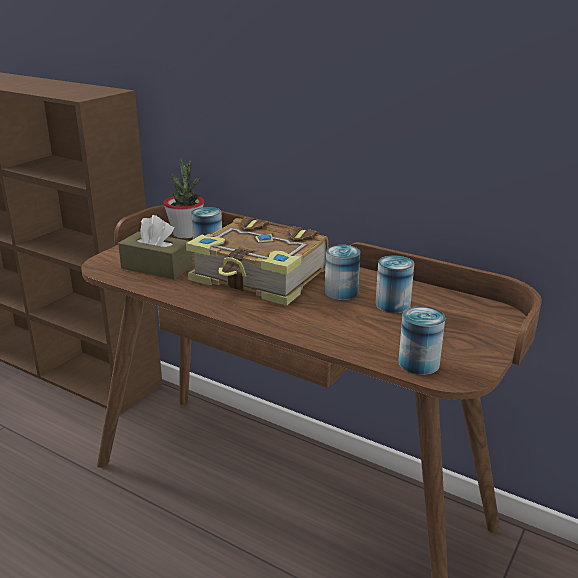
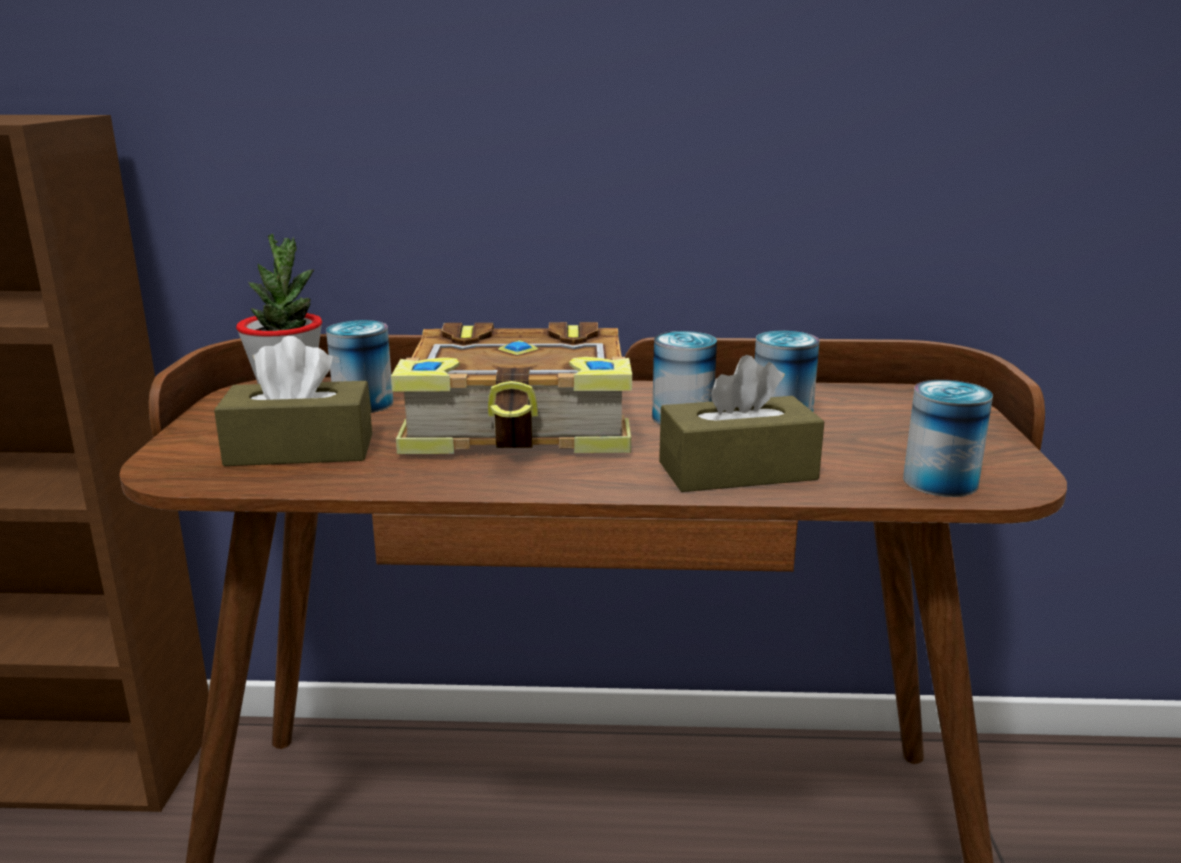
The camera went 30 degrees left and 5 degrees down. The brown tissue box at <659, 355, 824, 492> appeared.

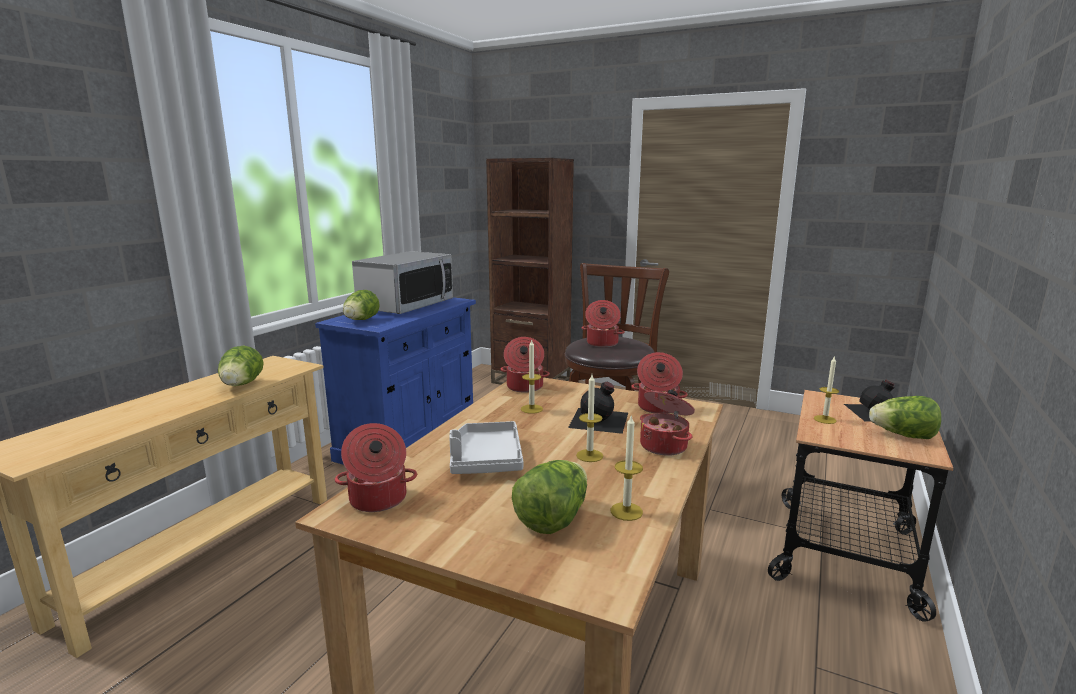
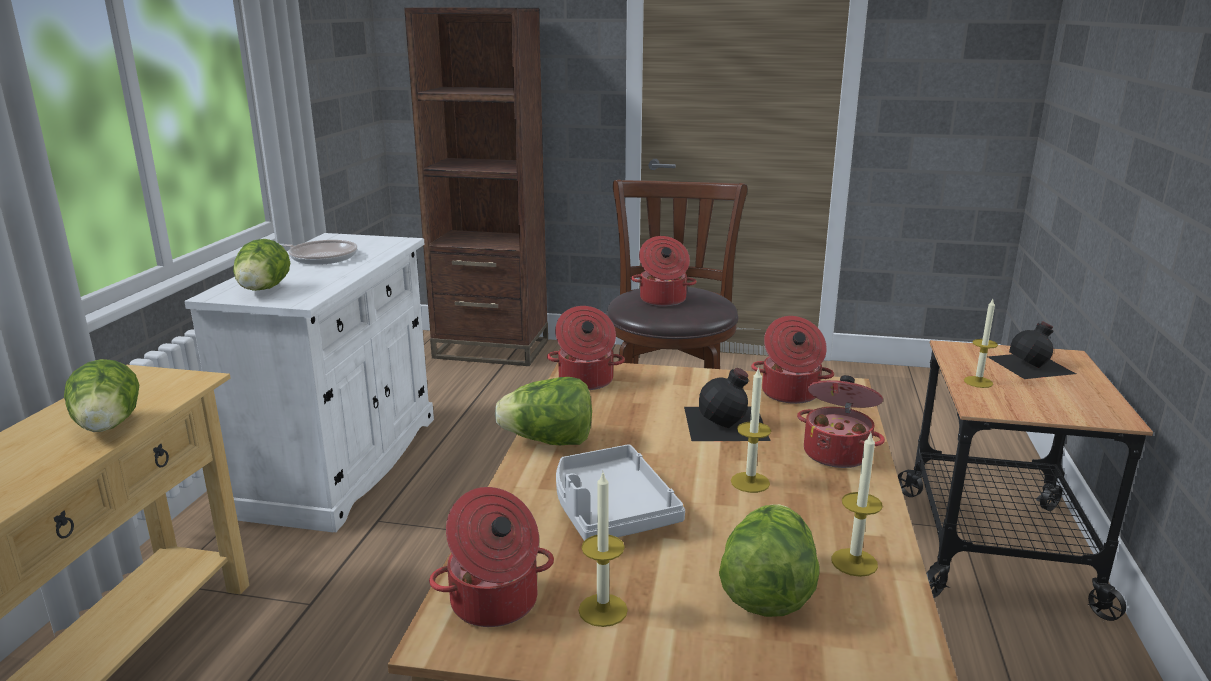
The camera went 15 degrees left and 5 degrees up. The blue cabinet at <315, 297, 476, 465> became the white cabinet at <184, 233, 434, 532>. The microwave at <352, 251, 453, 314> was replaced by the frying pan at <280, 240, 357, 265>. The candle moved from <521, 339, 543, 414> to <578, 470, 628, 627>. The lettuce moved from <869, 396, 941, 439> to <495, 377, 592, 445>.

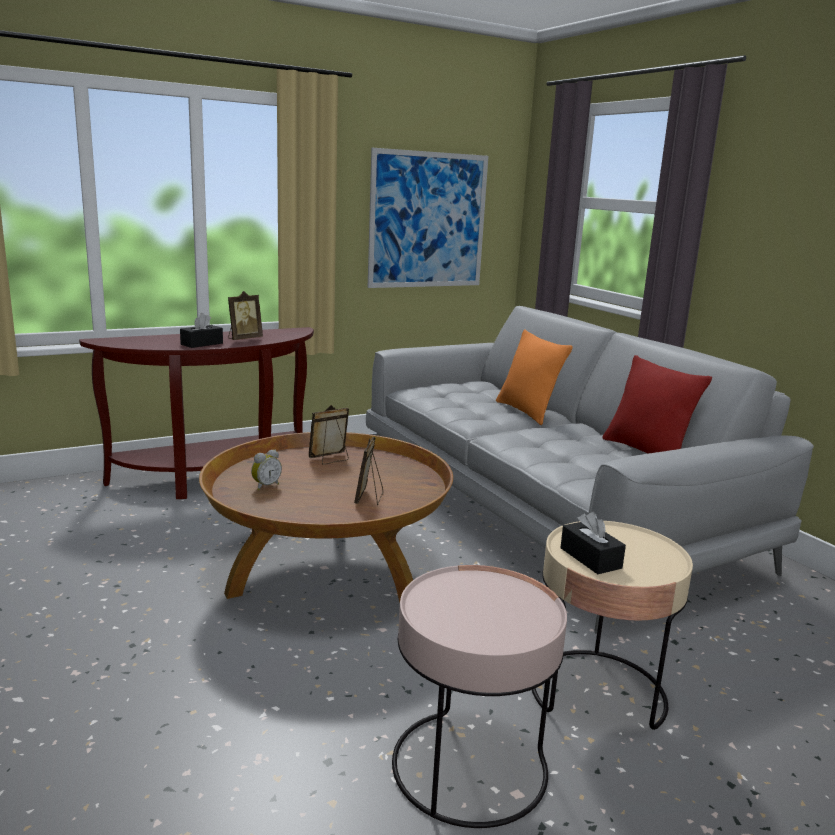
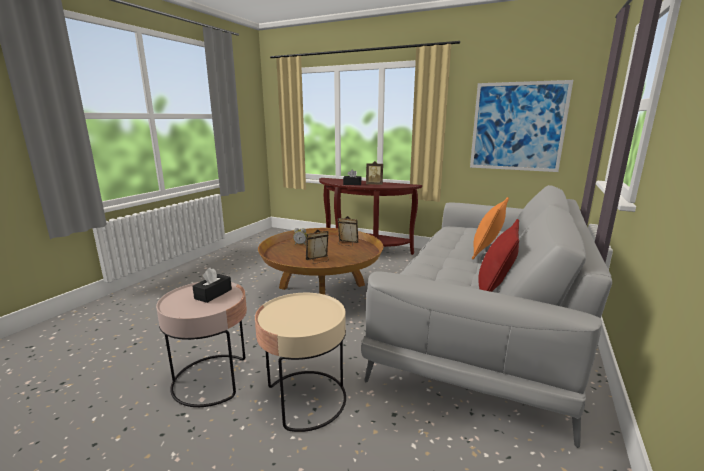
The camera went 55 degrees right and 0 degrees up. The black tissue box moved from <560, 512, 626, 574> to <192, 268, 232, 303>.

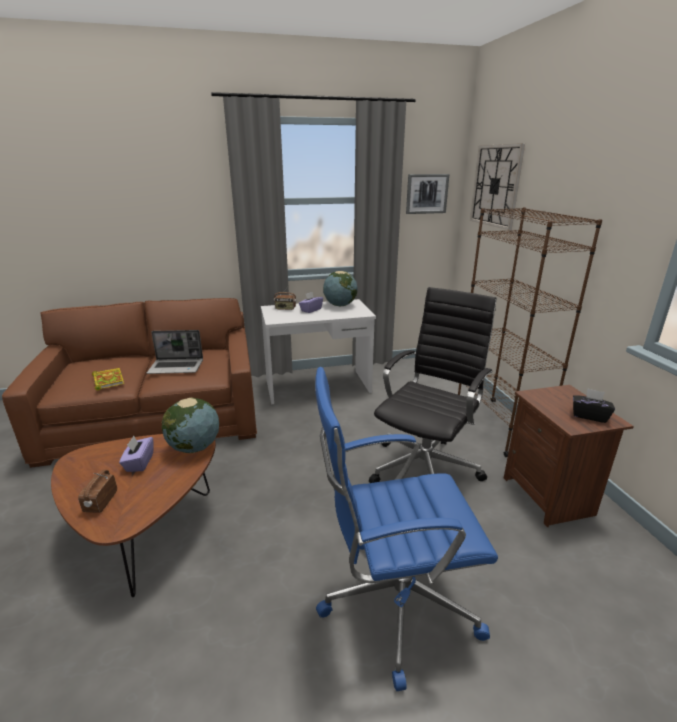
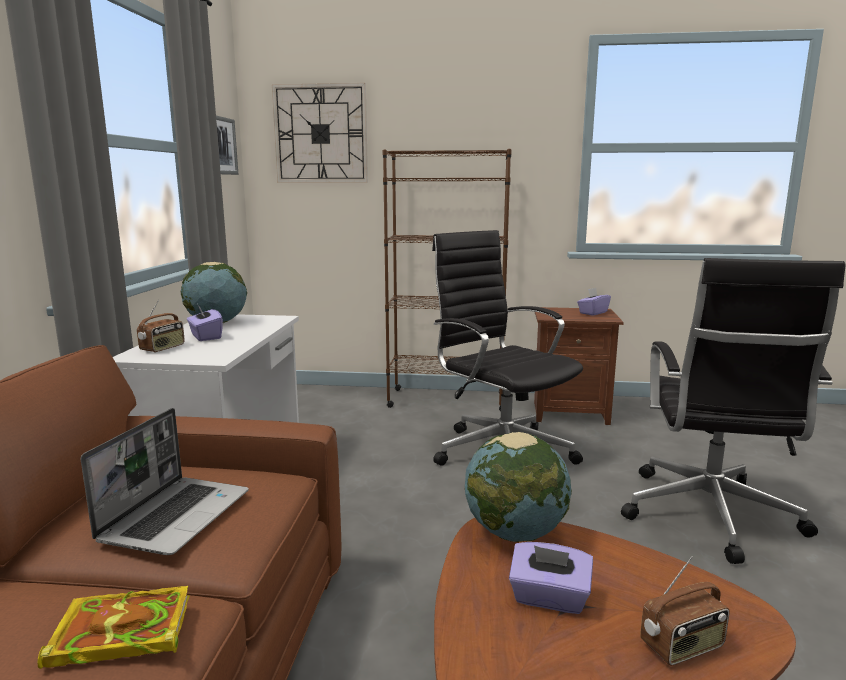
The camera went 70 degrees left and 10 degrees down. The radio at <78, 470, 117, 513> turned 45 degrees counterclockwise. The blue office chair at <315, 367, 498, 691> became the black office chair at <621, 258, 845, 564>. The black tissue box at <573, 388, 615, 423> became the purple tissue box at <577, 288, 611, 316>.

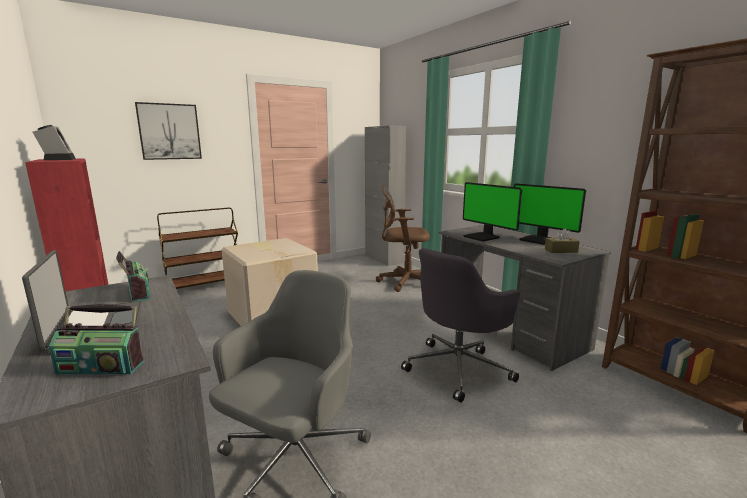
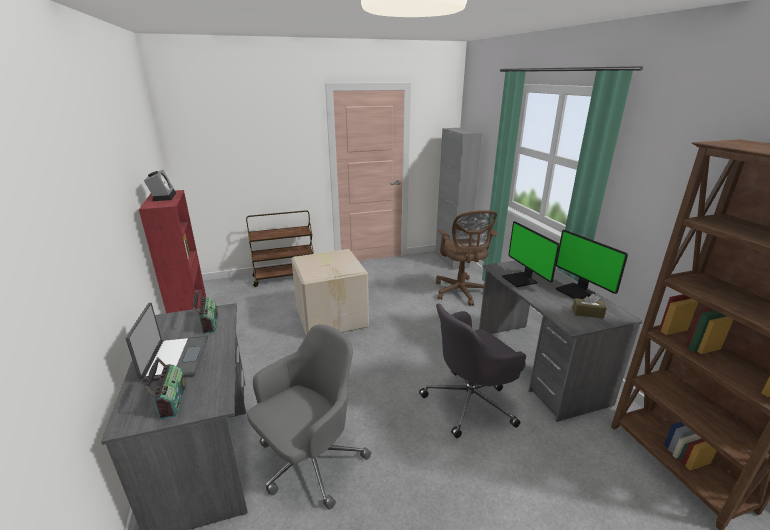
The camera went 15 degrees right and 10 degrees up. The radio at <49, 304, 144, 374> turned 120 degrees counterclockwise. The picture at <135, 102, 202, 160> disappeared. The brown office chair at <376, 186, 430, 292> turned 120 degrees counterclockwise.

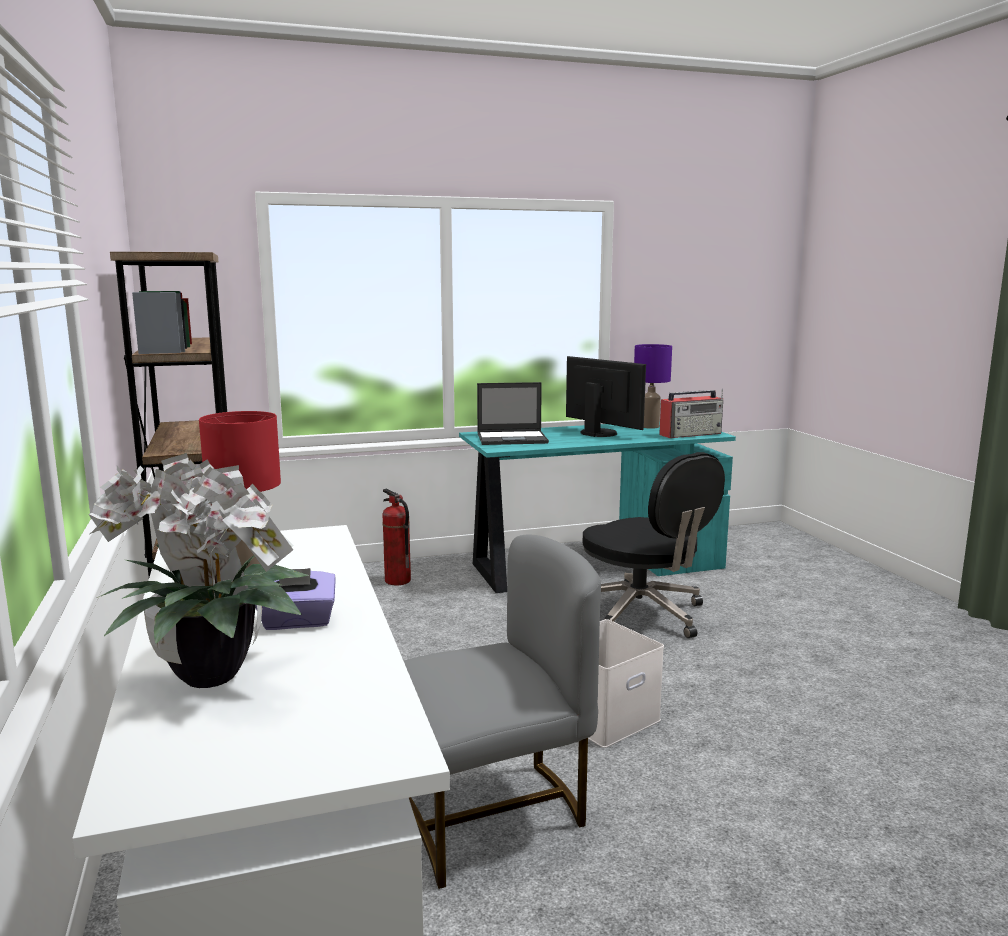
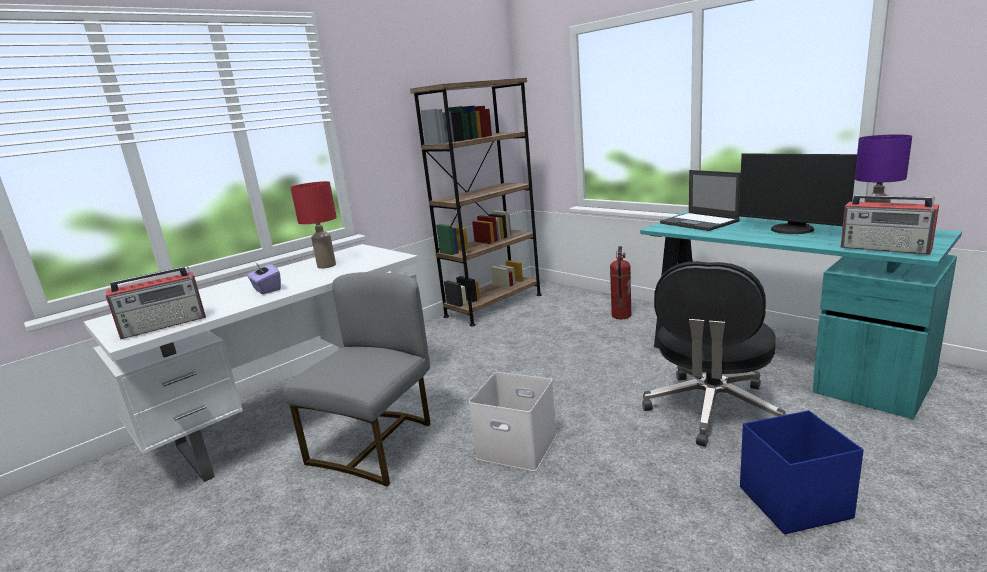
The camera went 65 degrees right and 5 degrees up. The potted plant at <88, 453, 309, 688> disappeared. The grey chair at <404, 535, 601, 889> turned 105 degrees counterclockwise. The monitor at <566, 356, 646, 437> turned 120 degrees clockwise. The radio at <106, 265, 206, 340> appeared. The blue storage box at <740, 410, 864, 534> appeared.

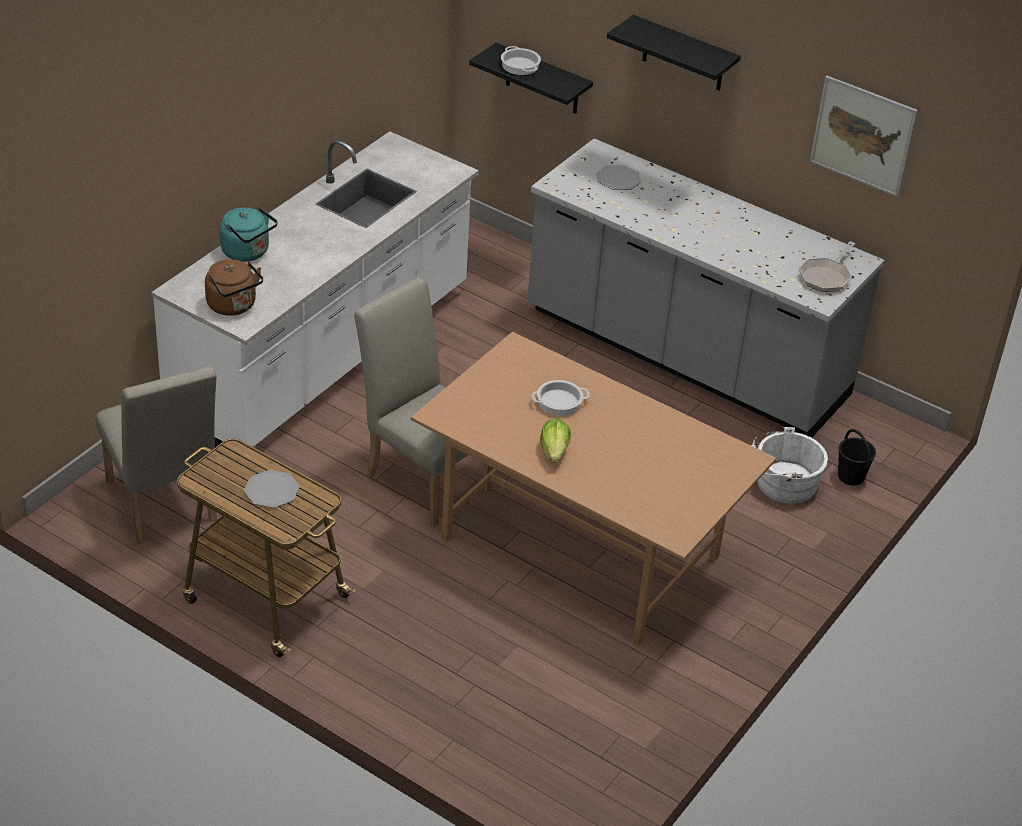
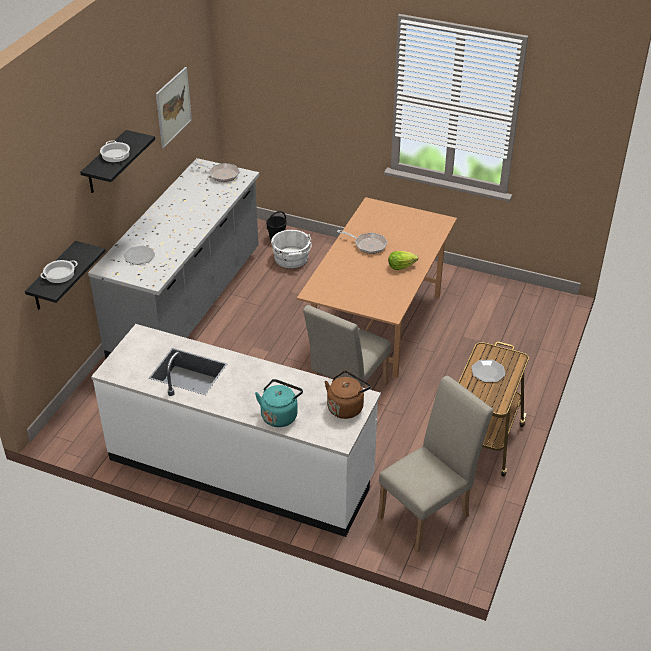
The camera went 100 degrees left and 0 degrees up. The cooking pot moved from <531, 380, 590, 416> to <100, 140, 130, 162>. The frying pan at <337, 230, 388, 254> appeared.

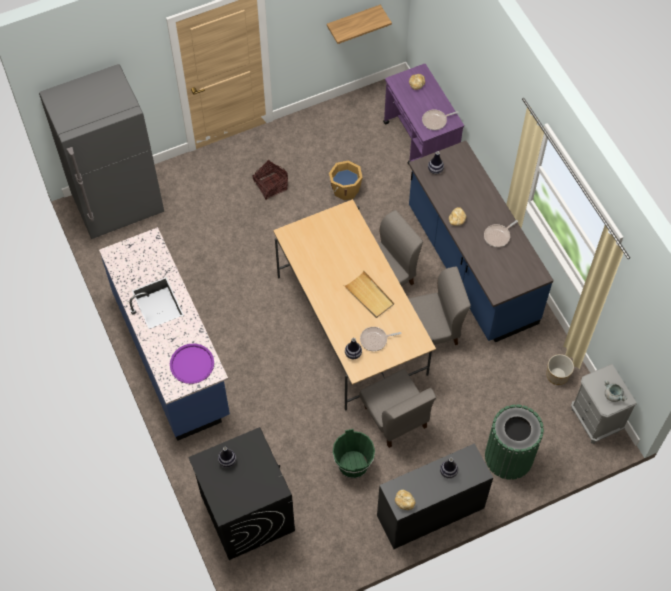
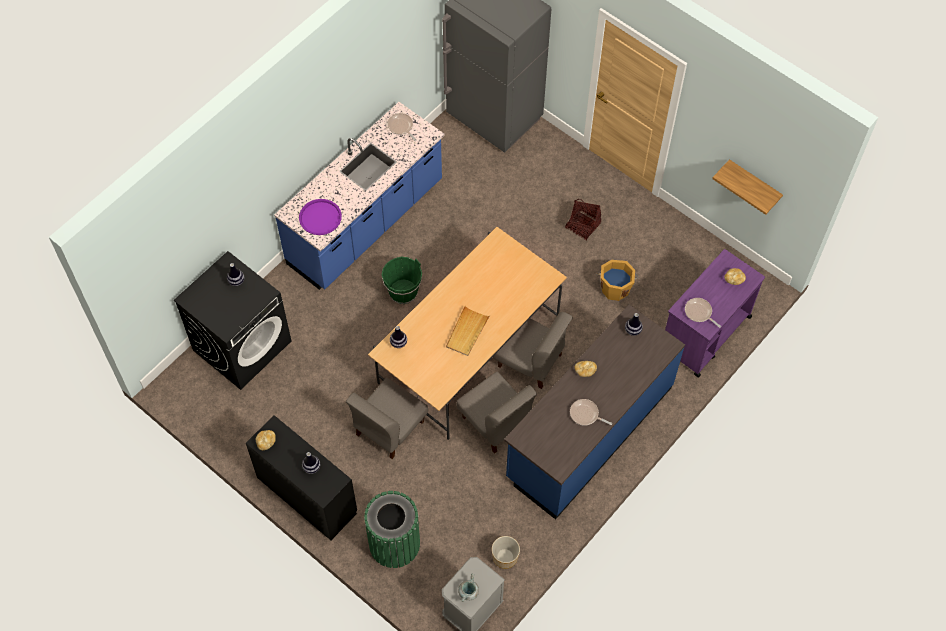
The camera went 65 degrees right and 0 degrees up. The green bucket moved from <333, 429, 375, 479> to <382, 257, 422, 304>. The frying pan moved from <360, 327, 401, 351> to <387, 113, 417, 141>.

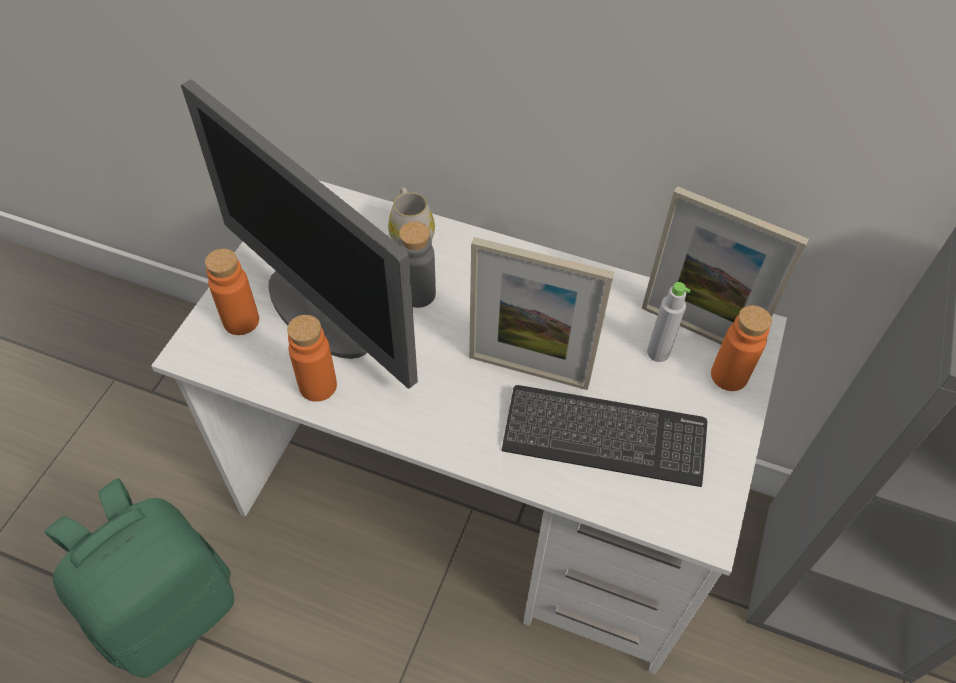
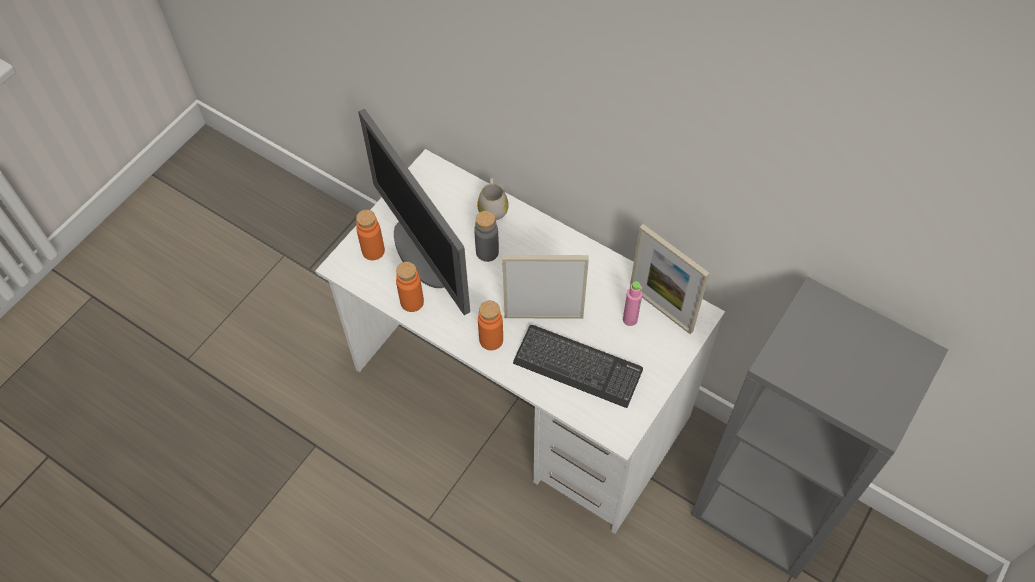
The camera went 15 degrees right and 5 degrees up. The green backpack at <44, 478, 234, 678> disappeared. The picture frame at <469, 237, 614, 390> turned 150 degrees clockwise. The grey bottle at <647, 282, 691, 362> became the pink bottle at <623, 281, 642, 326>. The orange bottle moved from <711, 305, 772, 391> to <478, 301, 503, 350>.

